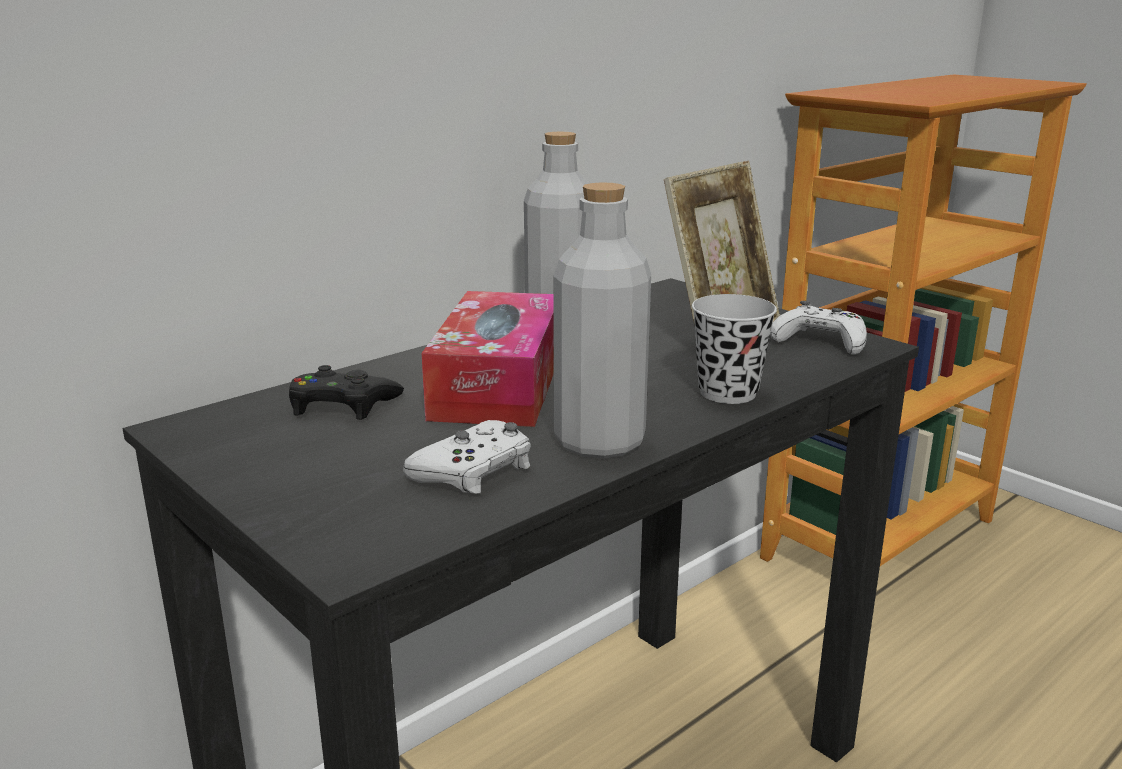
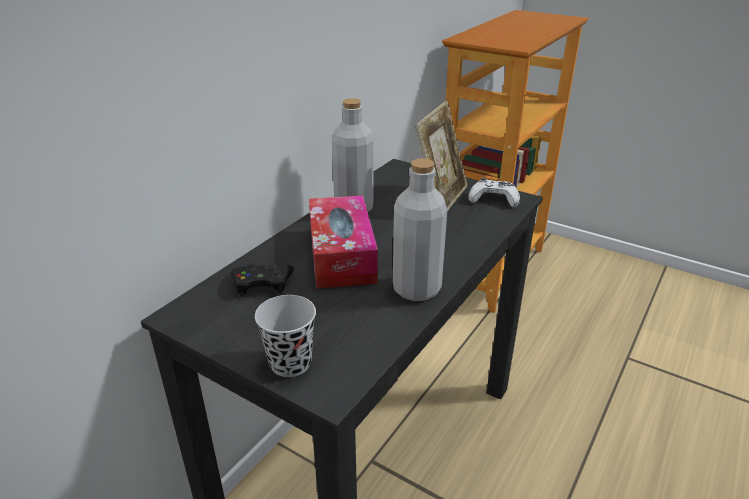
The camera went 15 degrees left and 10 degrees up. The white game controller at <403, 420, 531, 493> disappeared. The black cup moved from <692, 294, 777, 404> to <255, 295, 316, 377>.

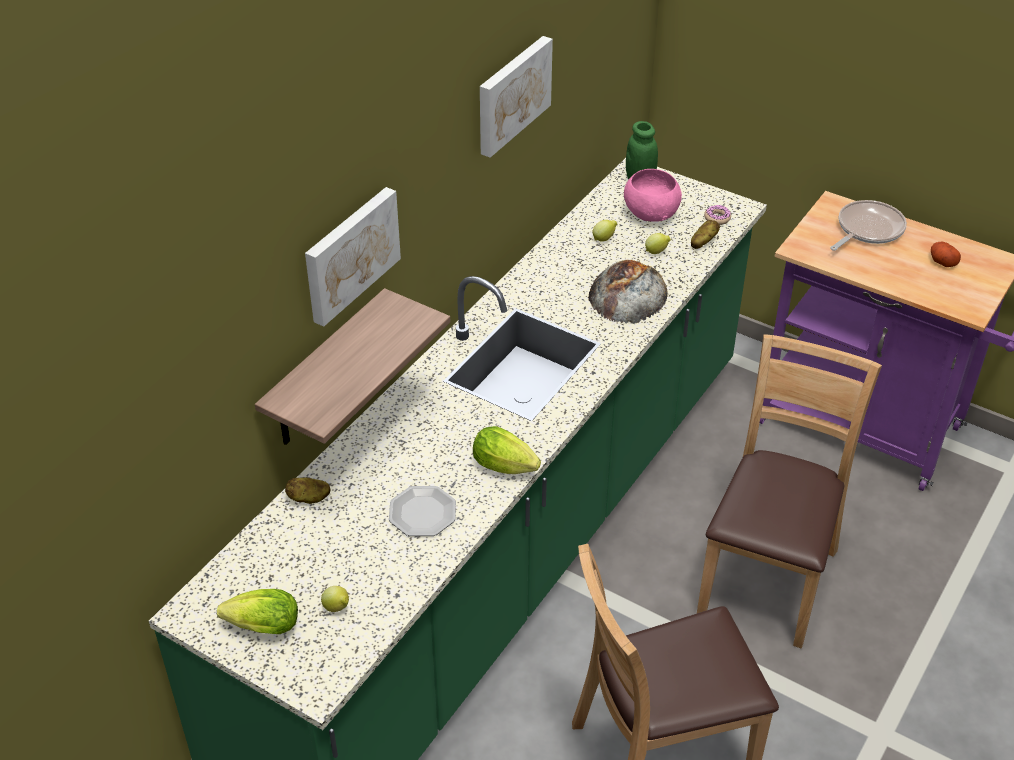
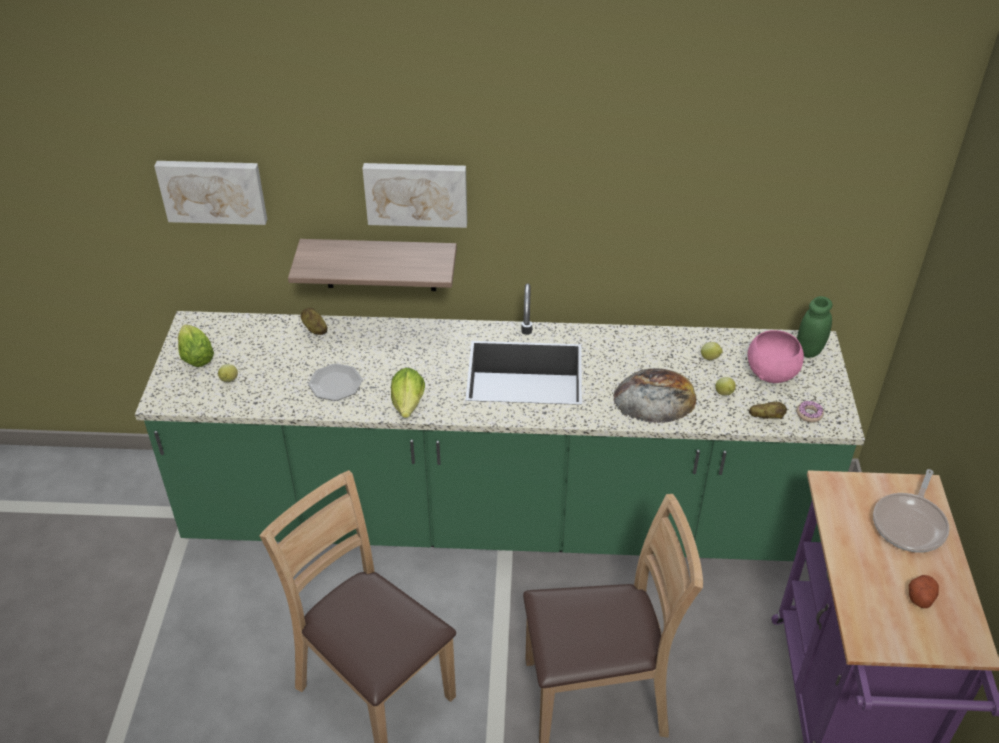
The camera went 60 degrees right and 0 degrees up. The picture moved from <480, 36, 553, 158> to <154, 161, 267, 225>. The frying pan at <830, 200, 907, 251> turned 105 degrees clockwise.

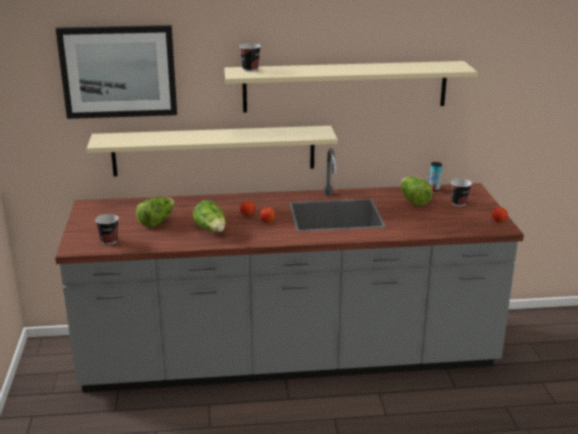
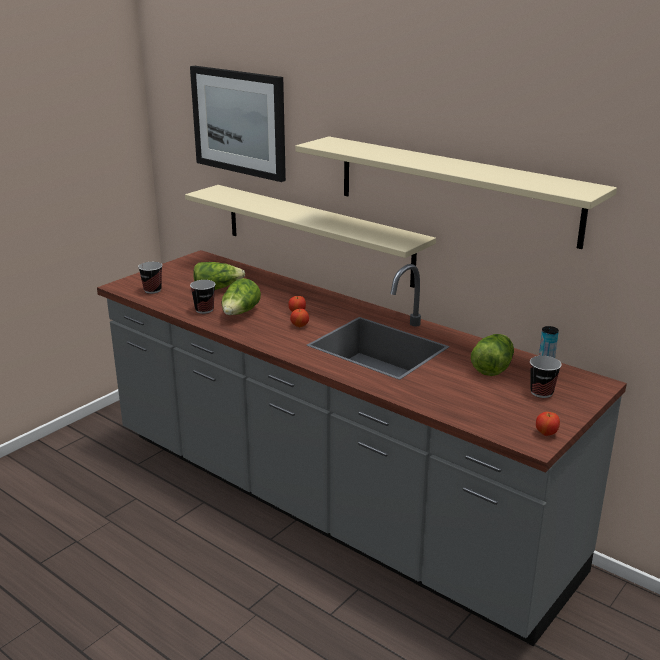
The camera went 45 degrees right and 0 degrees up. The cup moved from <239, 43, 261, 72> to <190, 280, 215, 314>.

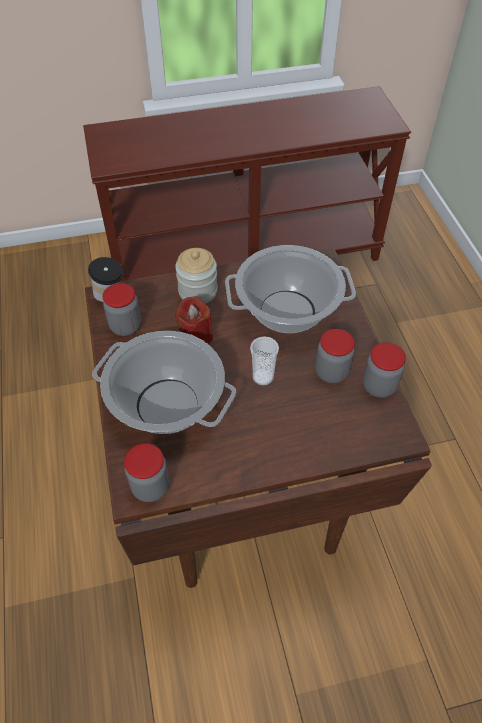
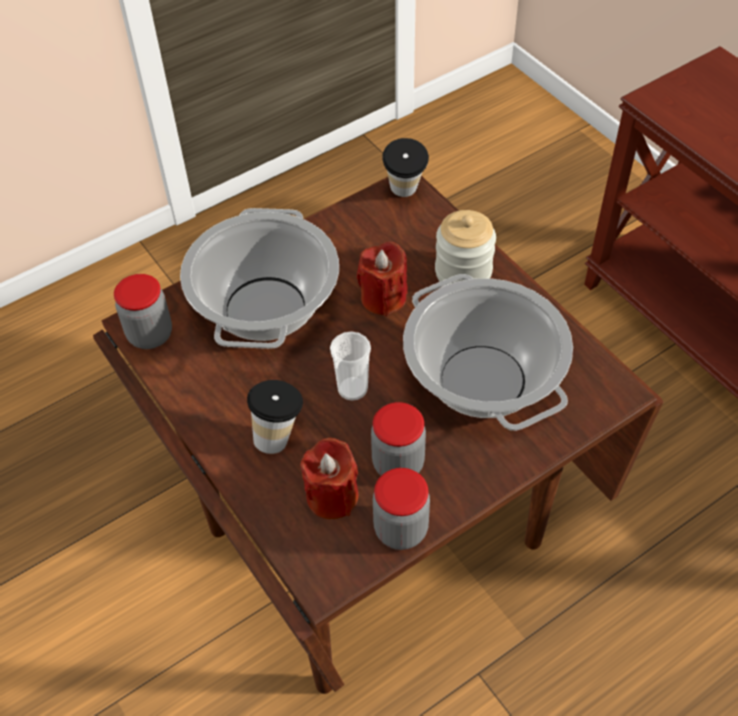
The camera went 70 degrees right and 0 degrees up. The jar at <103, 283, 141, 336> disappeared. The cup at <247, 380, 303, 454> appeared. The red candle at <300, 438, 359, 519> appeared.

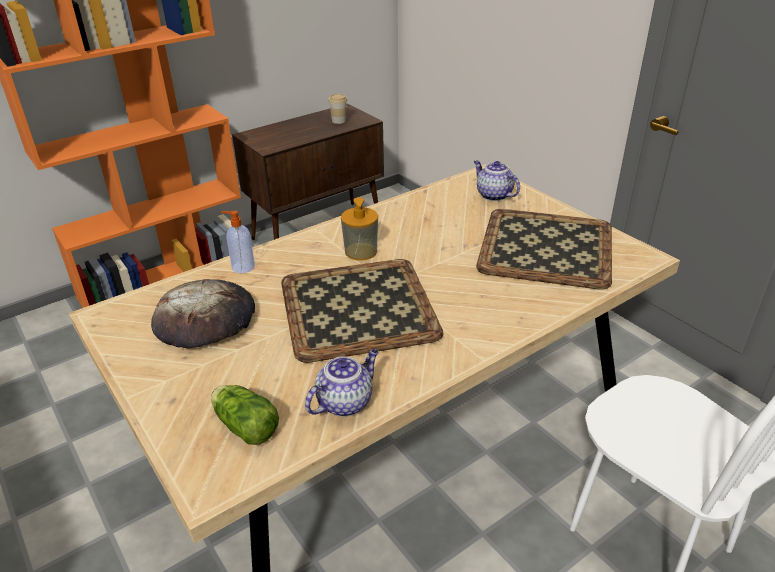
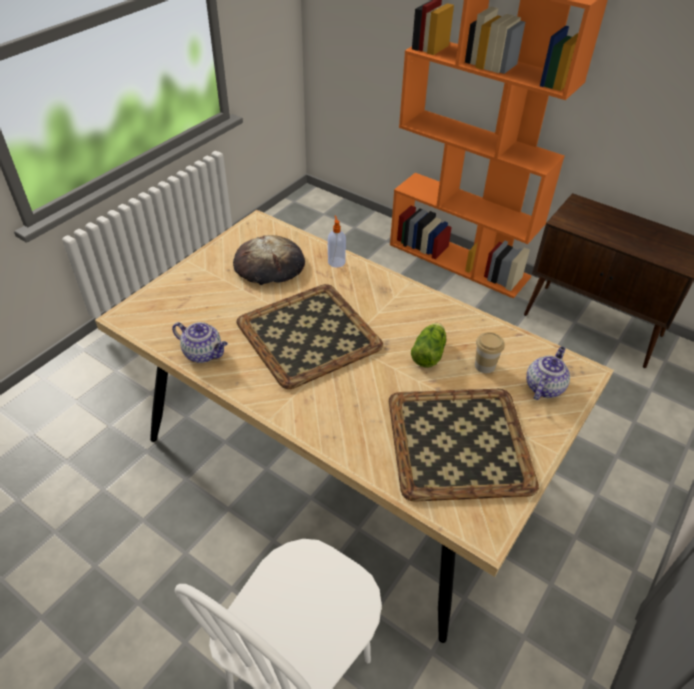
The camera went 70 degrees right and 10 degrees up. The lettuce moved from <211, 385, 279, 445> to <411, 323, 446, 368>. The cup moved from <328, 94, 347, 124> to <475, 332, 505, 373>. The soap dispenser at <341, 197, 378, 261> disappeared.

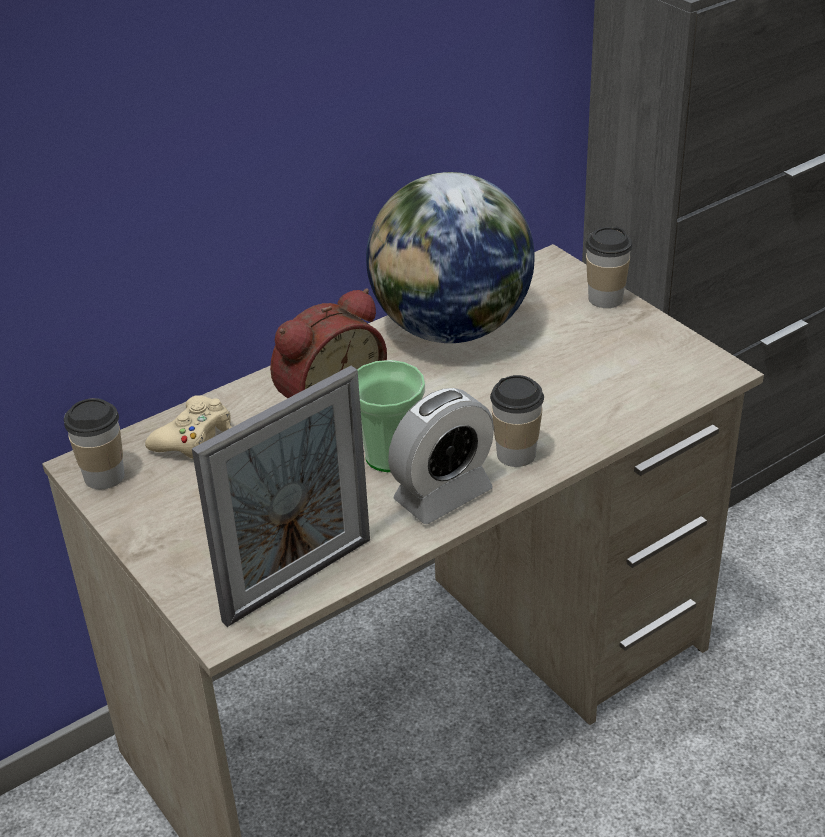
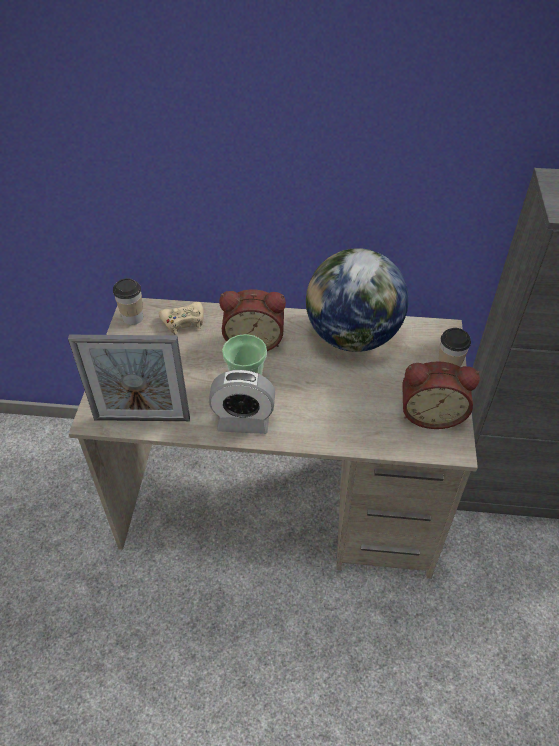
The camera went 40 degrees right and 10 degrees up. The cup at <490, 375, 544, 467> disappeared. The alarm clock at <402, 361, 480, 429> appeared.

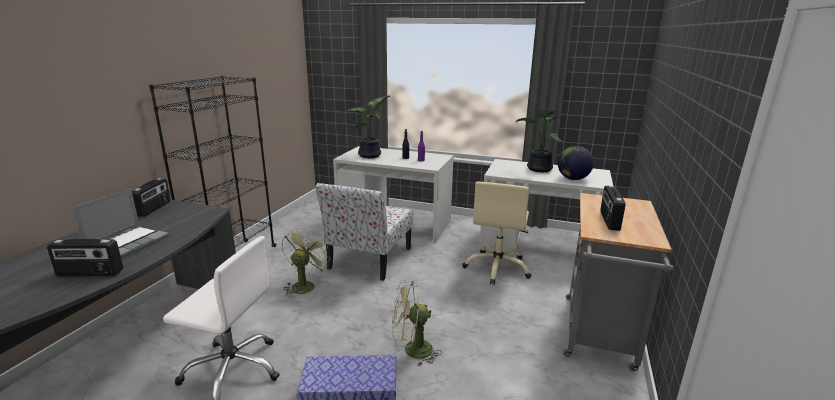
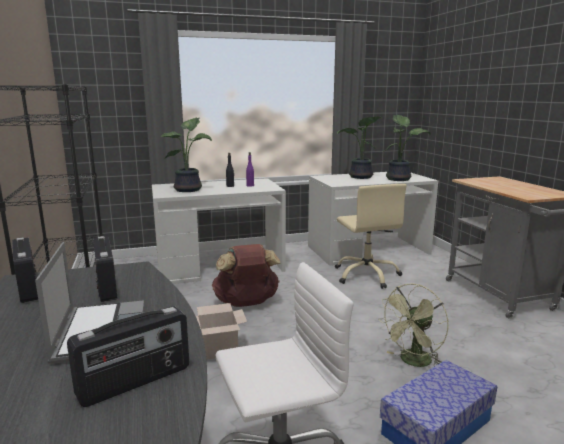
The camera went 35 degrees left and 5 degrees down. The green fan at <282, 228, 331, 296> was replaced by the cardboard box at <196, 303, 247, 360>. The chair at <316, 183, 413, 281> was replaced by the brown backpack at <212, 244, 280, 307>. The globe at <558, 146, 594, 180> was replaced by the potted plant at <383, 115, 431, 181>. The radio moved from <600, 186, 626, 231> to <93, 236, 118, 302>.

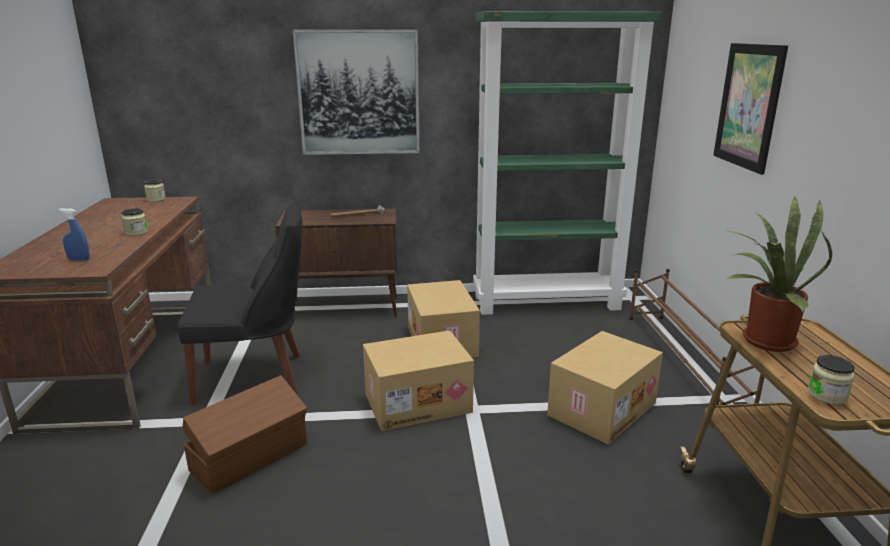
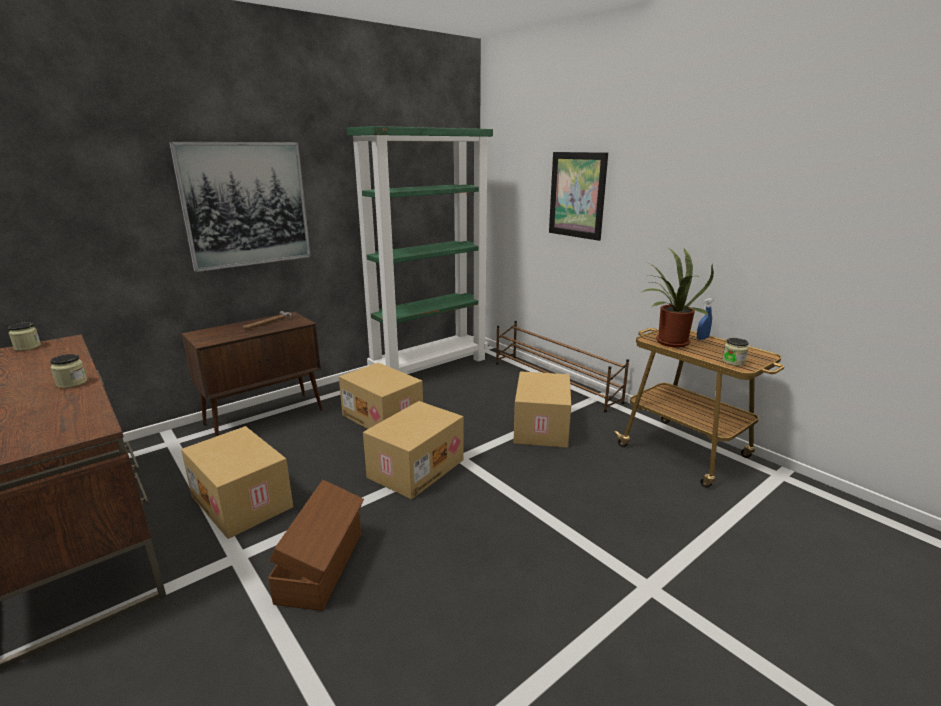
The camera went 35 degrees left and 0 degrees up. The blue spray bottle moved from <58, 208, 90, 261> to <697, 298, 713, 340>. The black chair at <178, 204, 302, 405> was replaced by the cardboard box at <181, 426, 293, 539>.

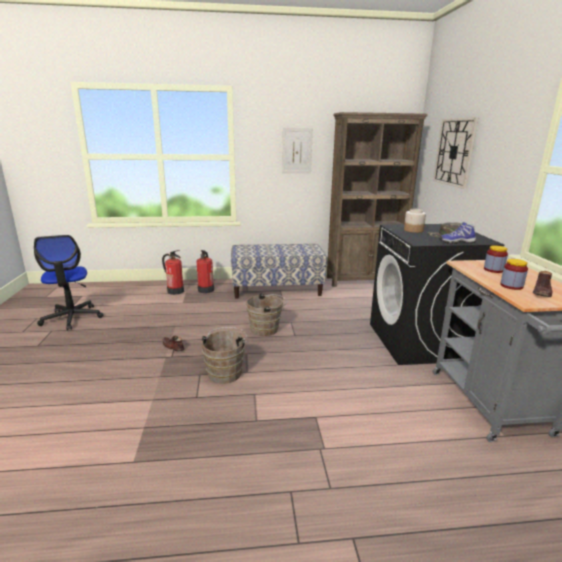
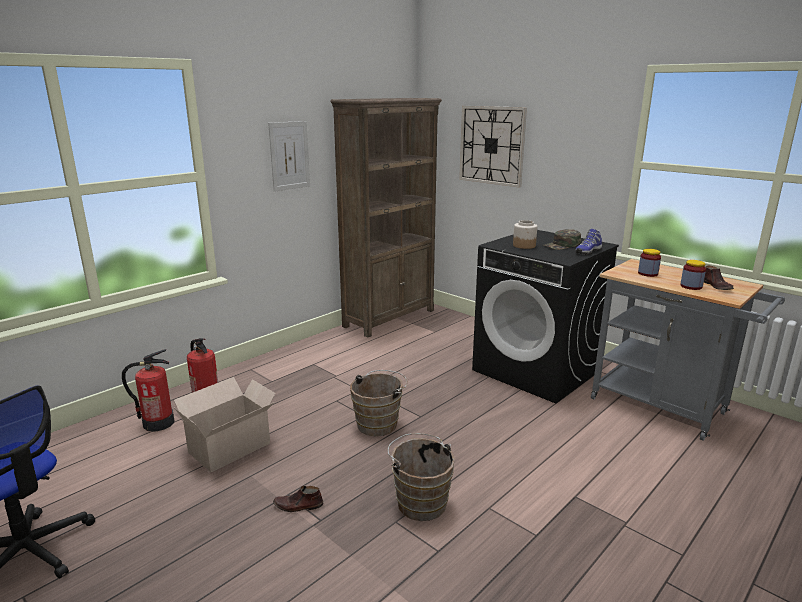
The camera went 40 degrees left and 0 degrees up. The bench at <231, 244, 326, 299> disappeared. The cardboard box at <174, 377, 276, 473> appeared.

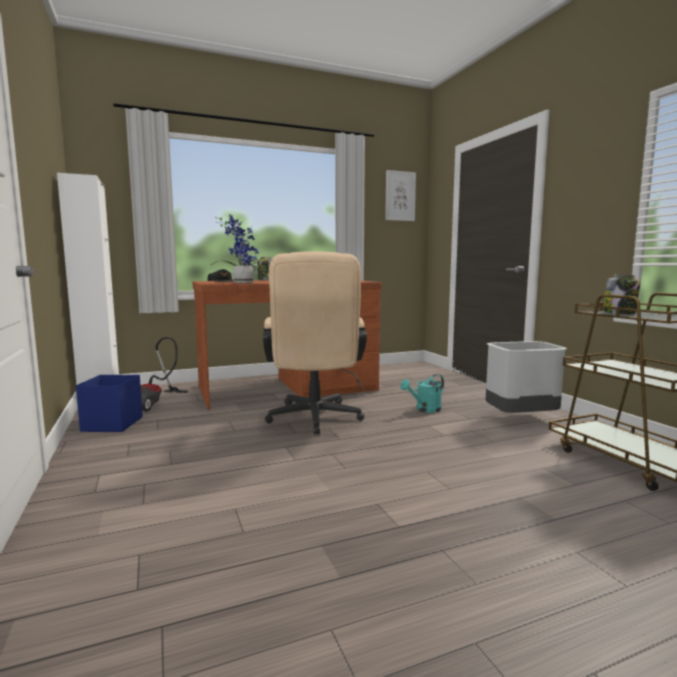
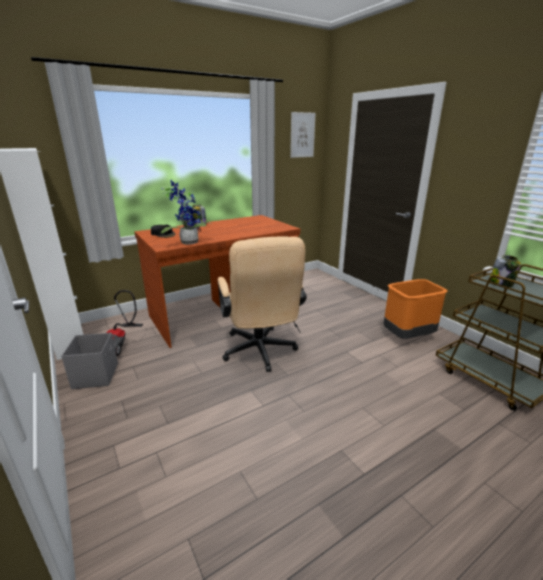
The camera went 10 degrees left and 15 degrees up. The blue storage box at <76, 375, 143, 432> became the grey storage box at <61, 333, 118, 389>. The turquoise watering can at <400, 374, 444, 413> disappeared. The grey trash can at <486, 341, 567, 413> became the orange trash can at <384, 279, 447, 339>.

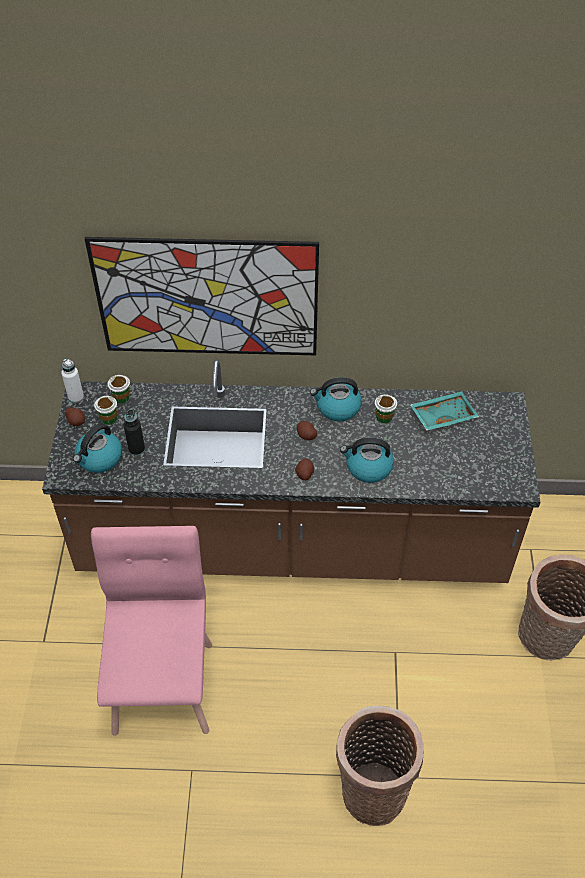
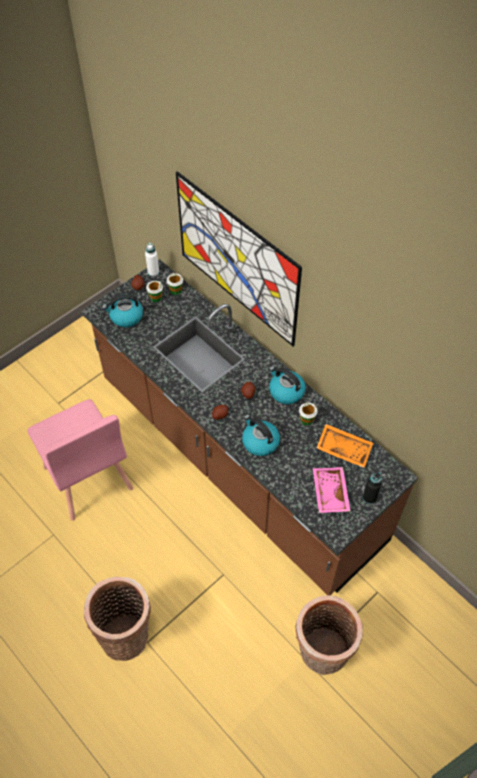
The camera went 45 degrees right and 5 degrees up. The pink chair at <91, 526, 212, 736> turned 105 degrees clockwise. The black bottle moved from <124, 409, 145, 456> to <363, 472, 382, 504>. The turquoise tray at <410, 391, 479, 431> became the orange tray at <316, 424, 373, 468>. The pink tray at <313, 467, 351, 513> appeared.

